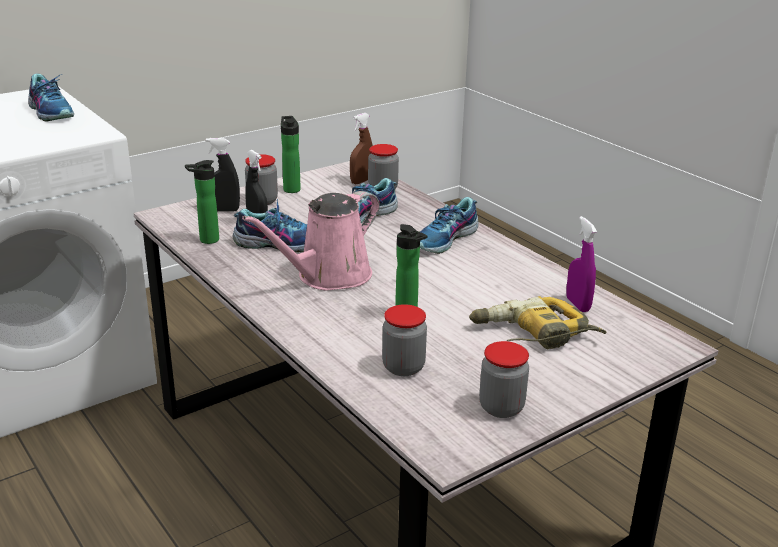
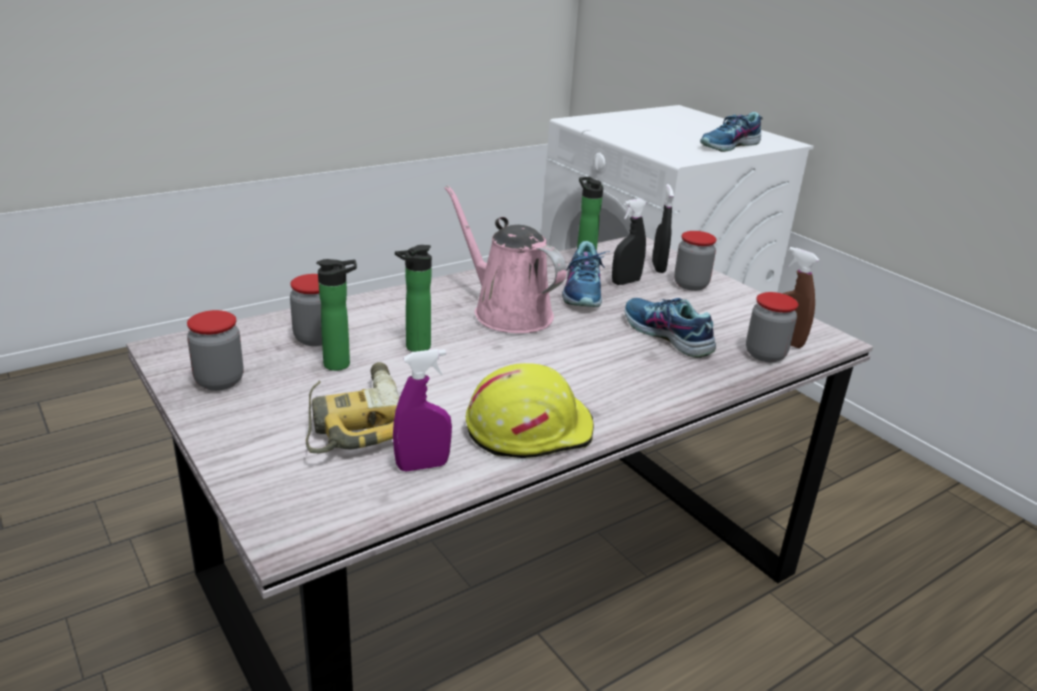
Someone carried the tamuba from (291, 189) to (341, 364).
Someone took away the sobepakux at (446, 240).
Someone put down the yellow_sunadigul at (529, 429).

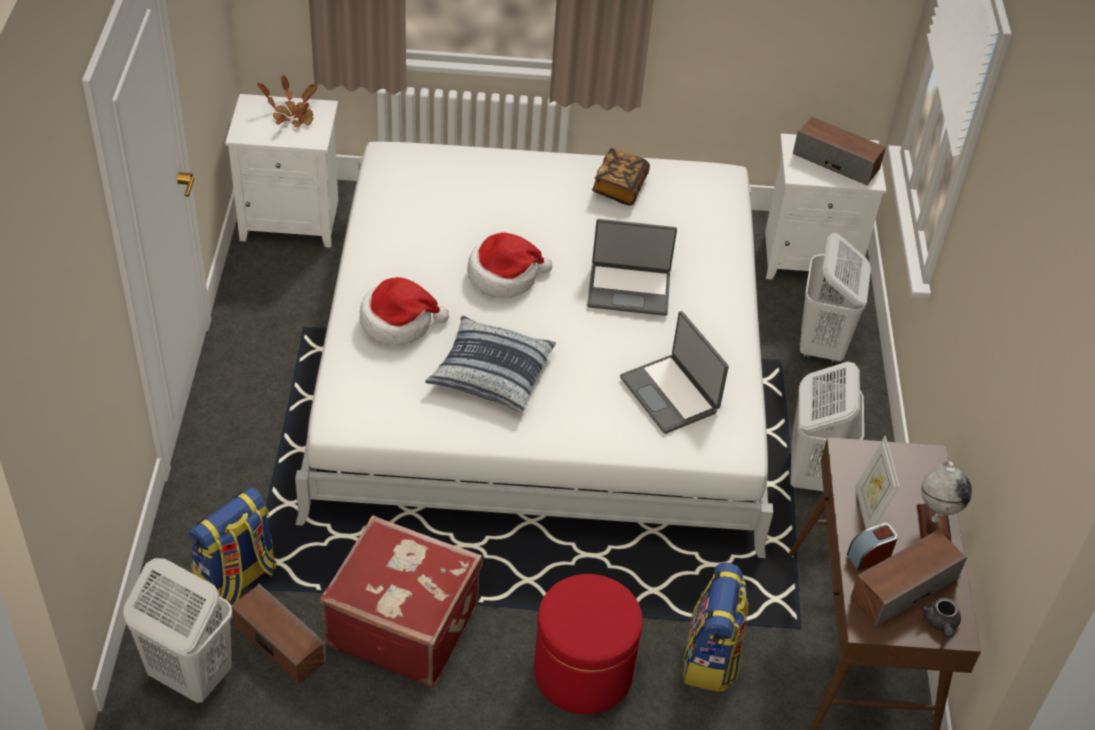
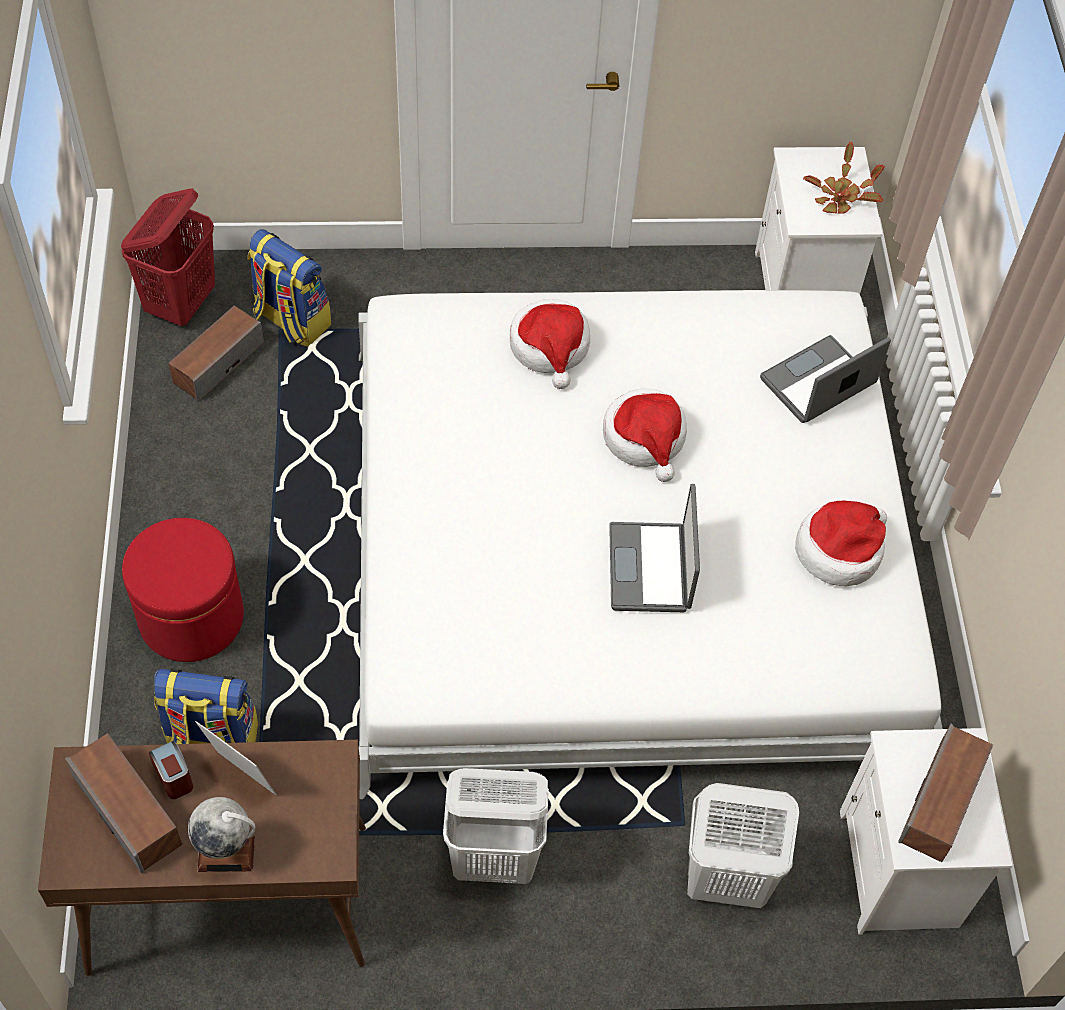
Someone swapped the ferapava at (619, 187) for the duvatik at (839, 550).
Someone carried the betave from (670, 394) to (818, 383).
Someone took away the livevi at (491, 373).
Someone rotated the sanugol at (868, 511) by 45 degrees clockwise.
Someone took away the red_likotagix at (403, 624).
Someone repainted the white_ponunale at (189, 675), which became the red_ponunale at (181, 303).
Someone took away the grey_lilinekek at (940, 624).

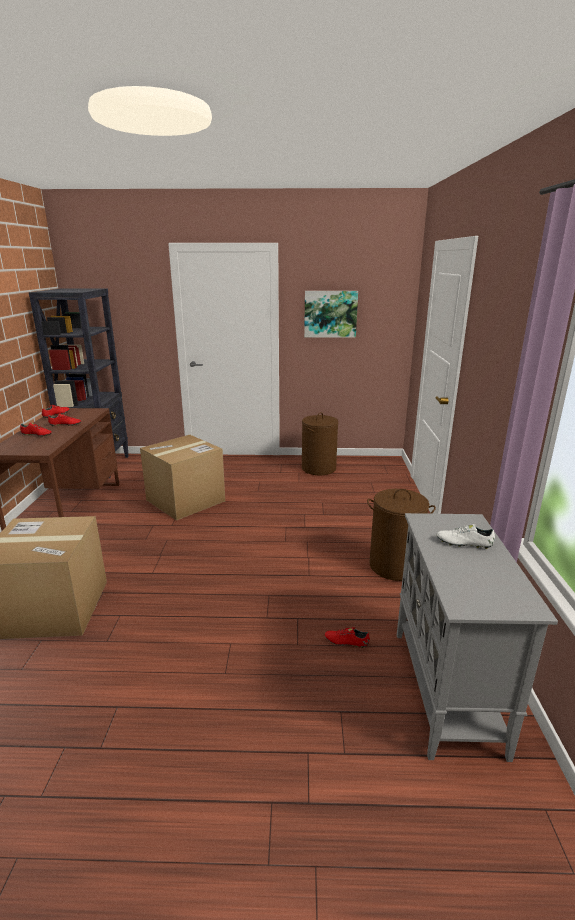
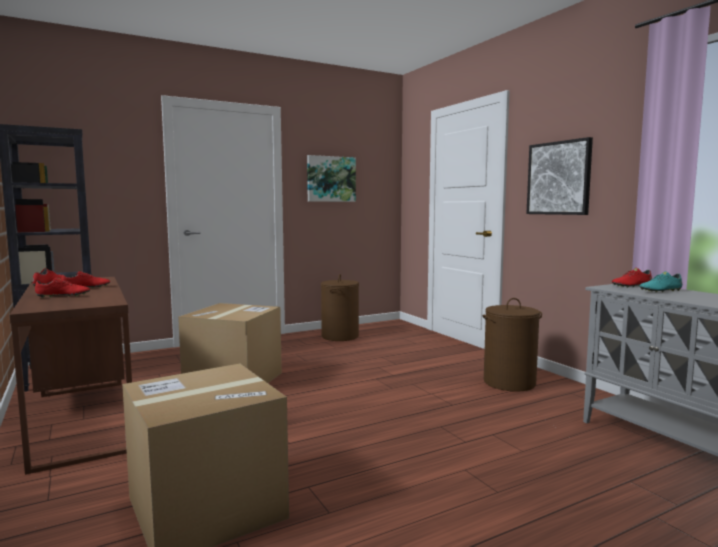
Someone repainted the white_sobepakux at (464, 543), which became the turquoise_sobepakux at (660, 291).
Someone carried the red_sobepakux from (346, 642) to (631, 286).
Someone put up the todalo at (559, 178).

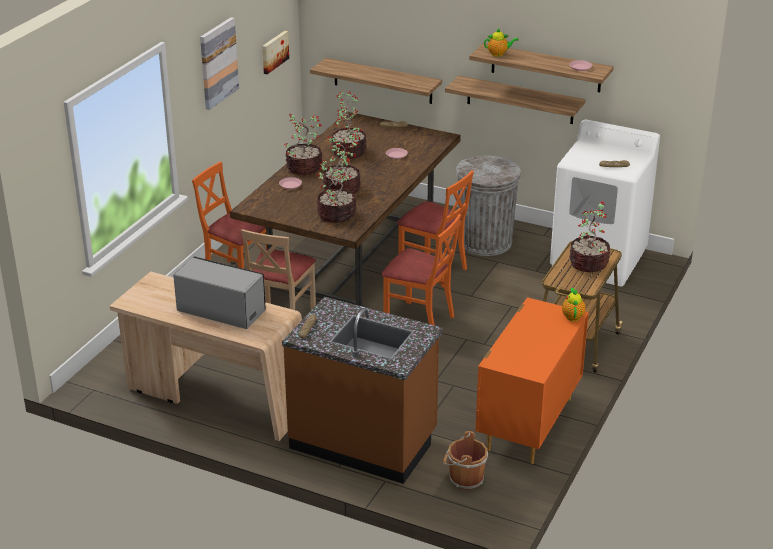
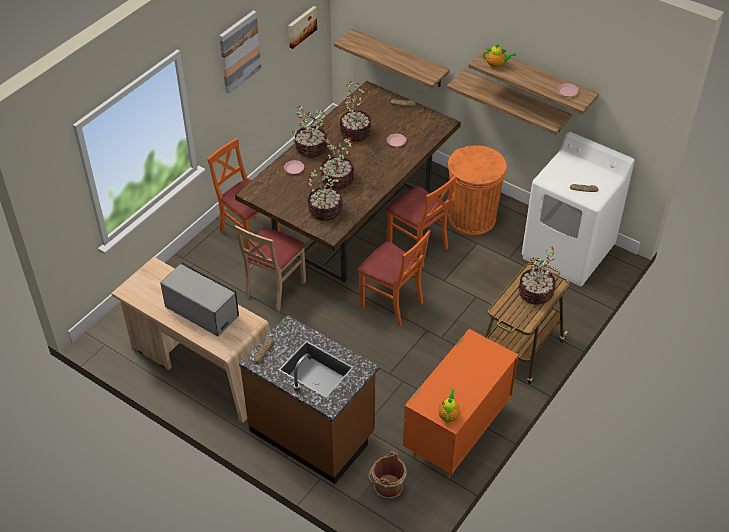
Someone repainted the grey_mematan at (485, 242), which became the orange_mematan at (472, 218).
Someone carried the lilinekek from (572, 316) to (448, 415).

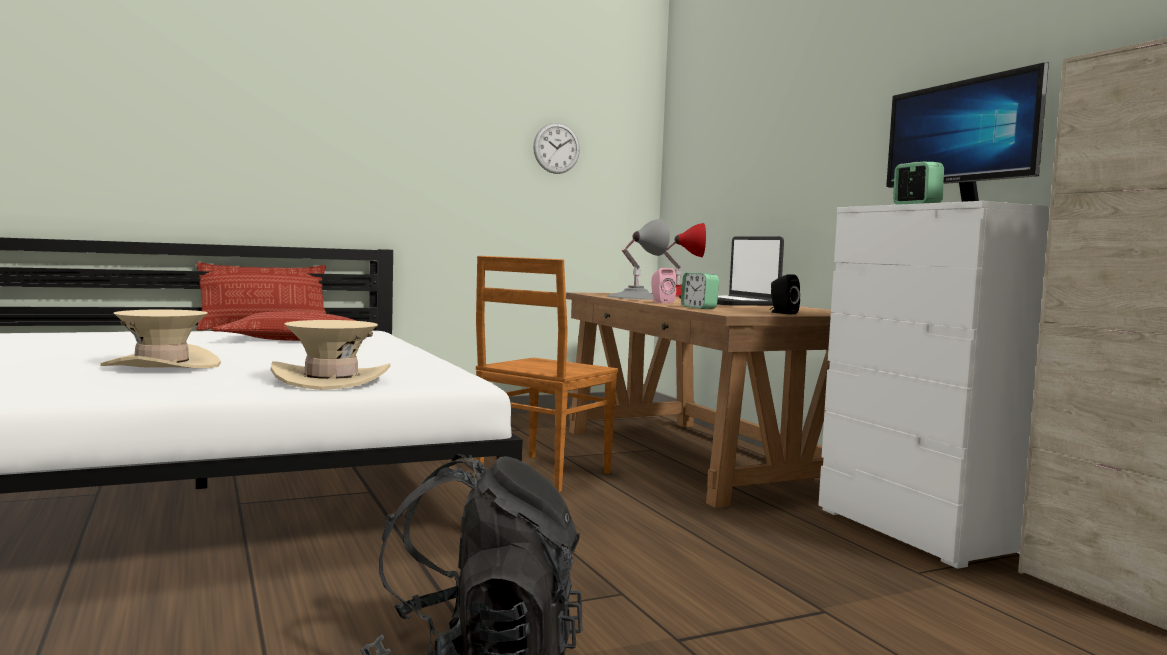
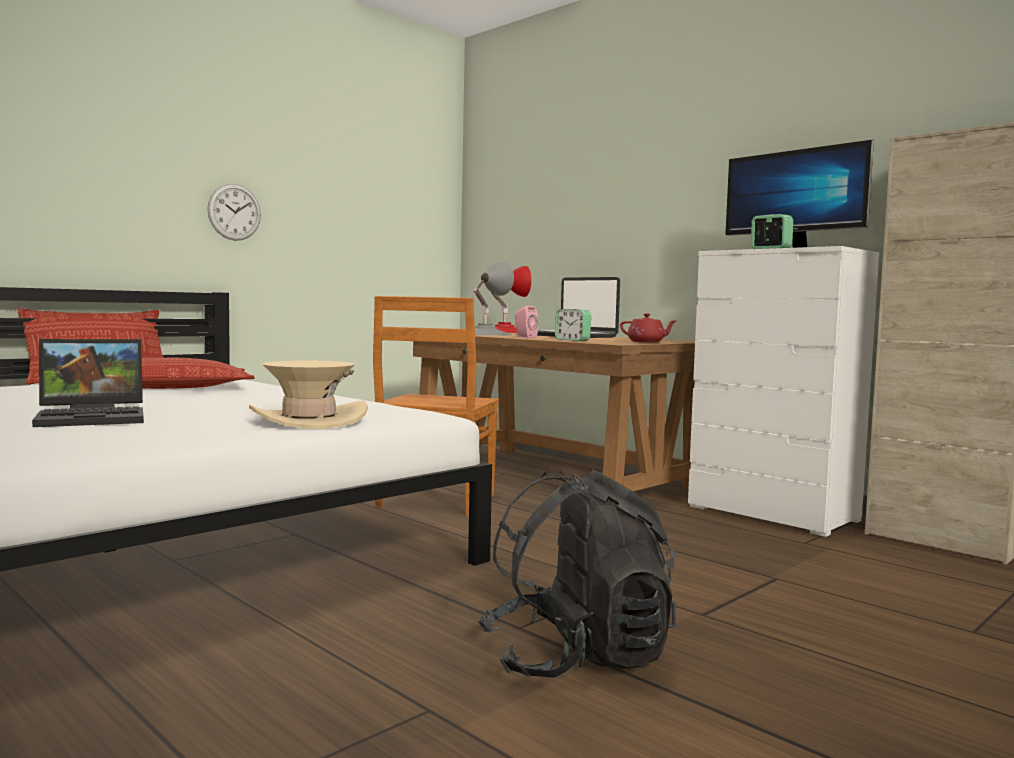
Someone carried the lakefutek from (556, 148) to (234, 212).
Someone swapped the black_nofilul at (782, 313) for the red_lilinekek at (647, 342).
Someone swapped the beige_duvatik at (162, 365) for the betave at (95, 418).

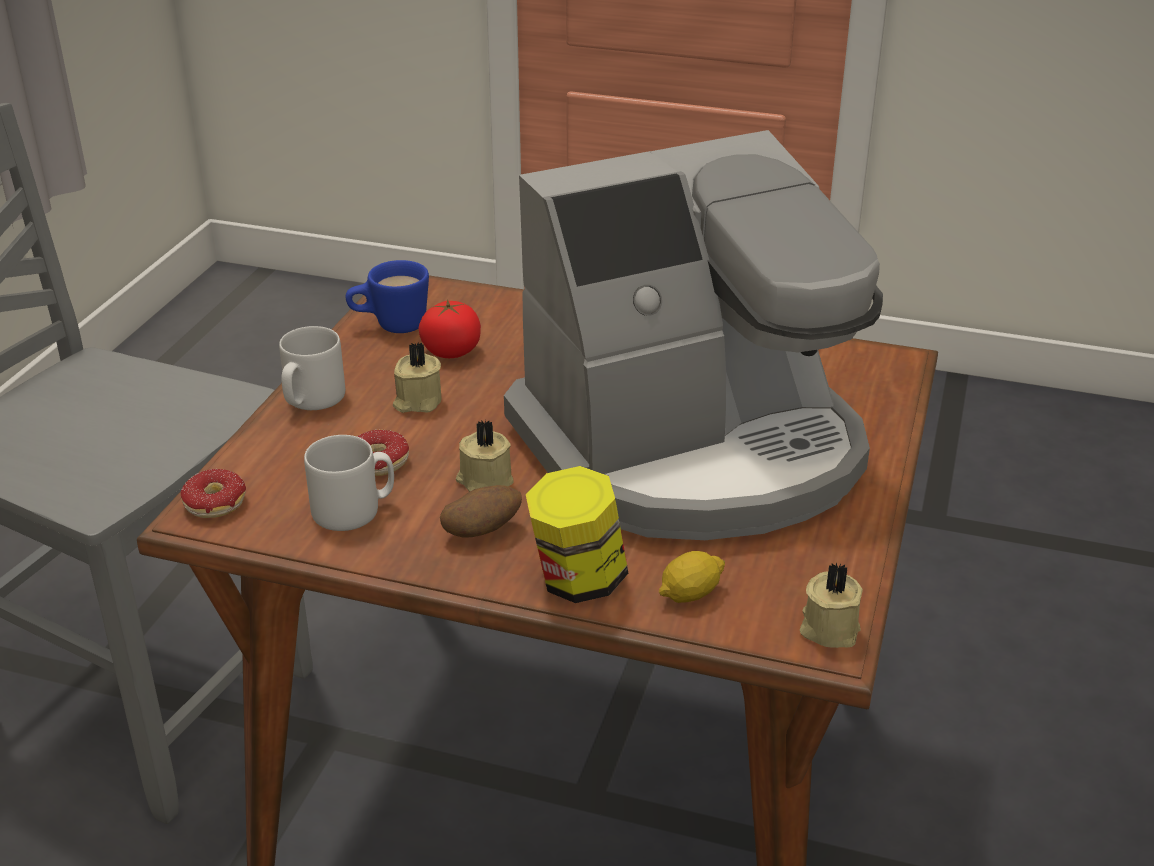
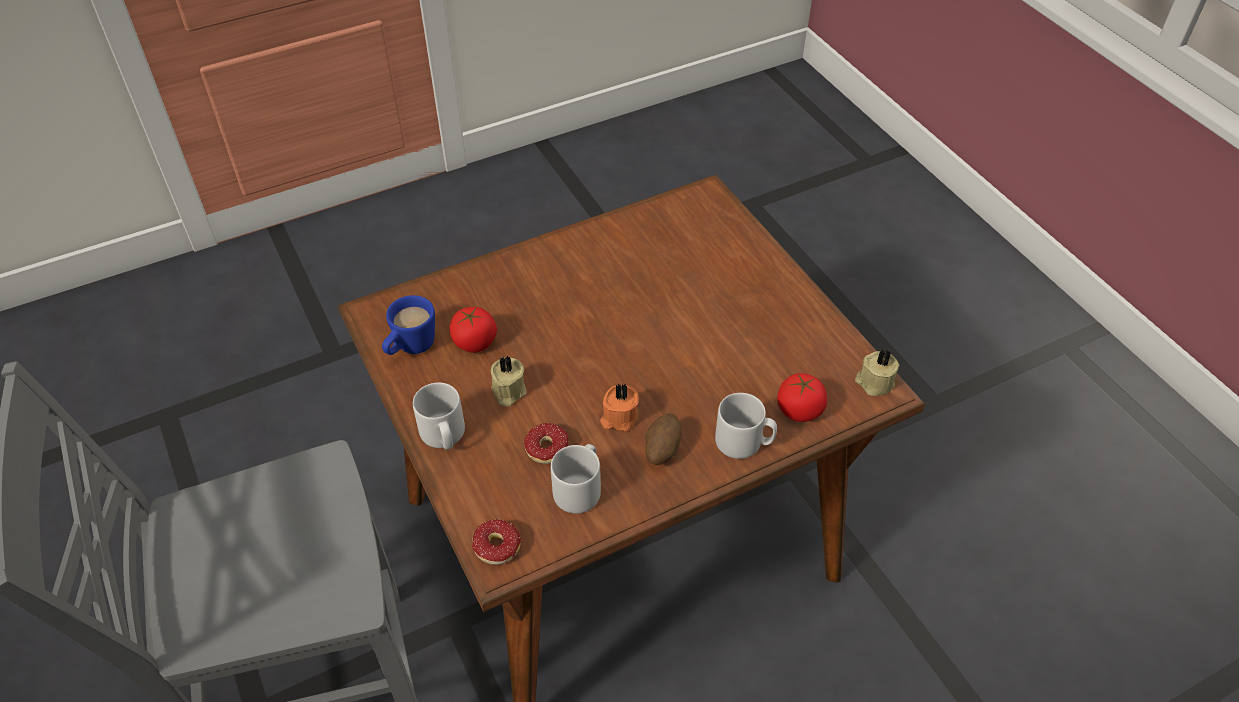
Someone took away the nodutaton at (693, 450).
Someone repainted the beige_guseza at (484, 481), which became the orange_guseza at (618, 418).
Someone swapped the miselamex at (577, 581) for the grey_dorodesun at (744, 442).
Someone swapped the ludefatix at (690, 594) for the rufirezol at (799, 410).

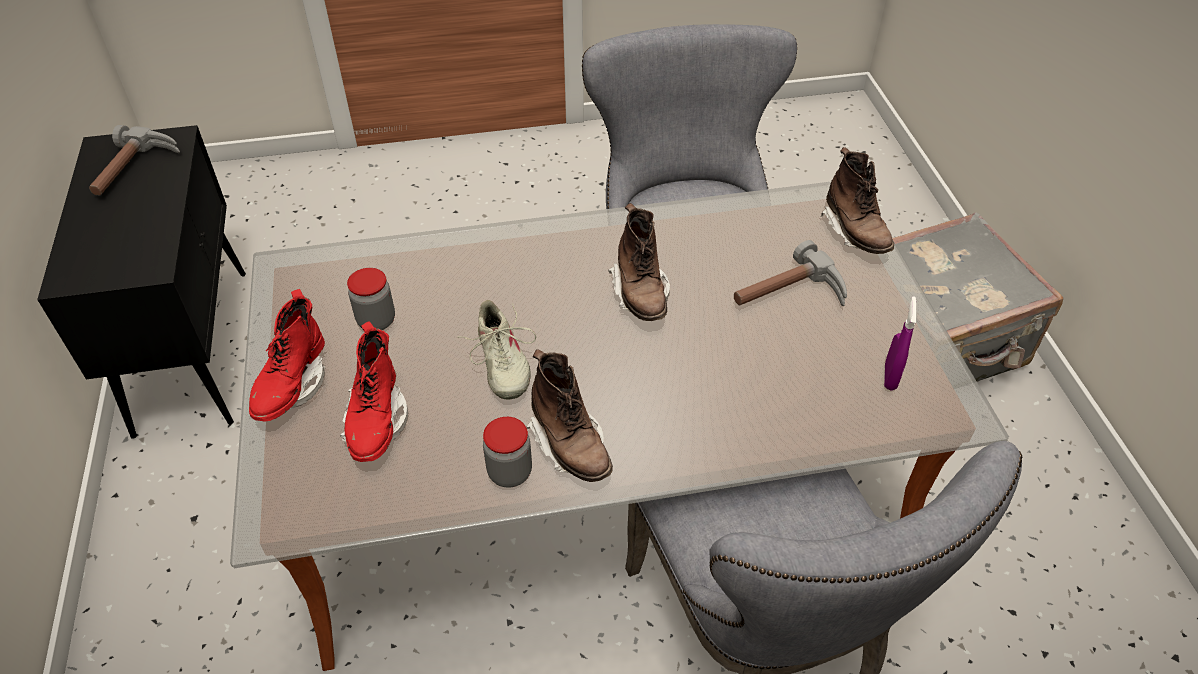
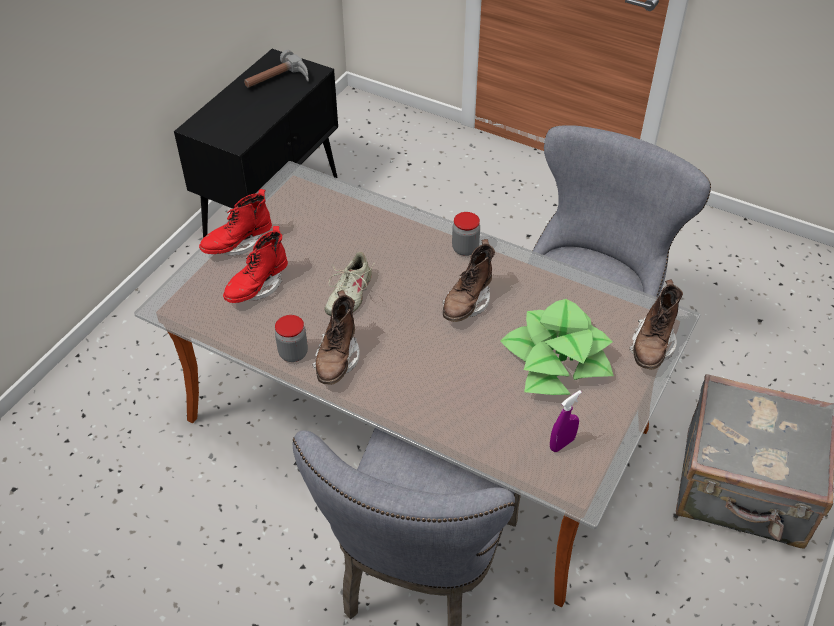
Someone swapped the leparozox at (789, 297) for the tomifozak at (556, 359).
Someone carried the miselamex from (376, 321) to (465, 249).

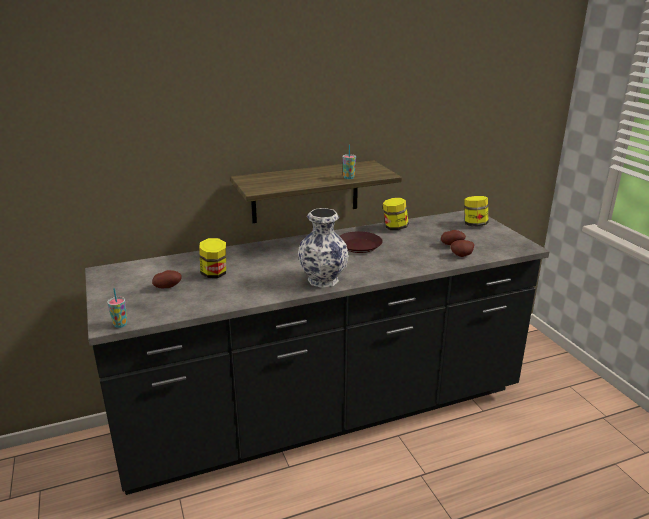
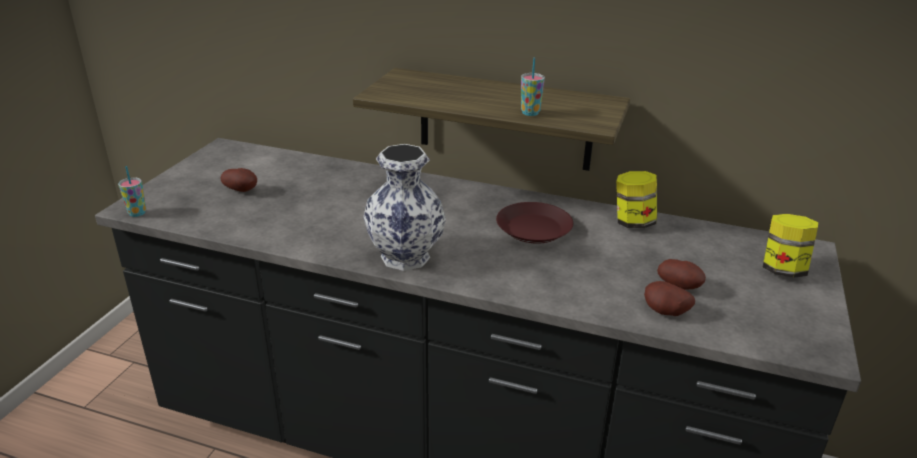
Someone took away the miselamex at (214, 274).

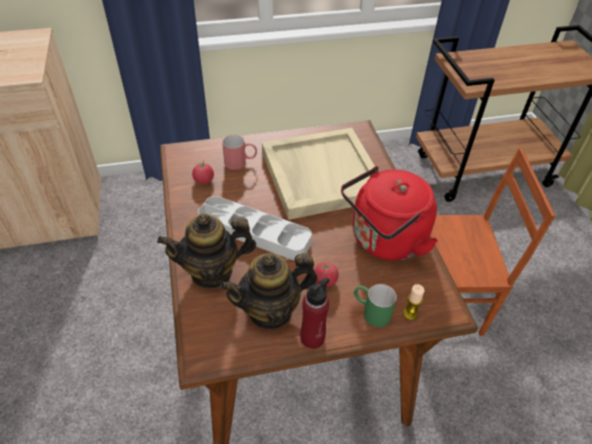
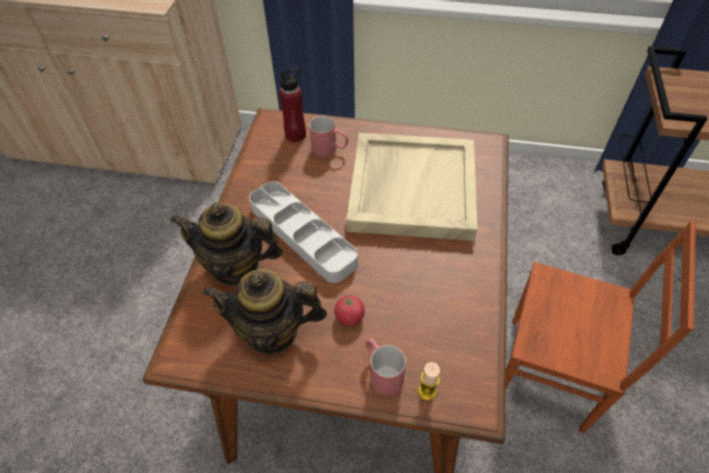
Someone took away the rufirezol at (204, 180).
Someone took away the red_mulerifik at (384, 241).
Someone carried the red_tamuba from (312, 338) to (295, 135).
Someone repainted the green_dorodesun at (370, 311), which became the red_dorodesun at (381, 372).

